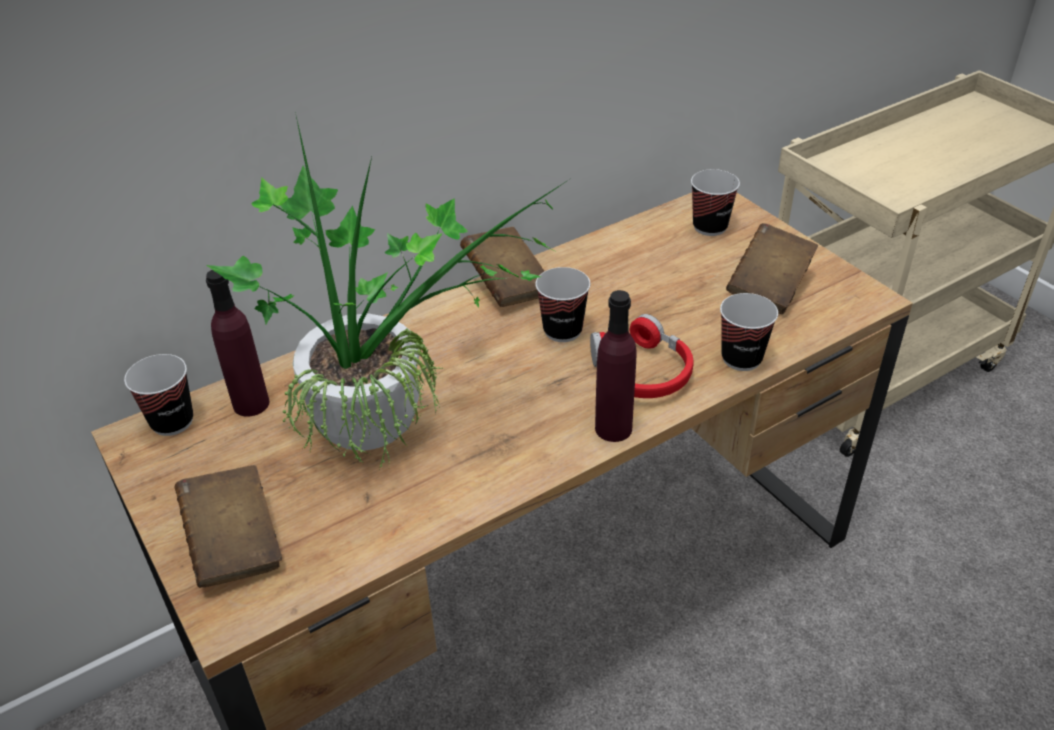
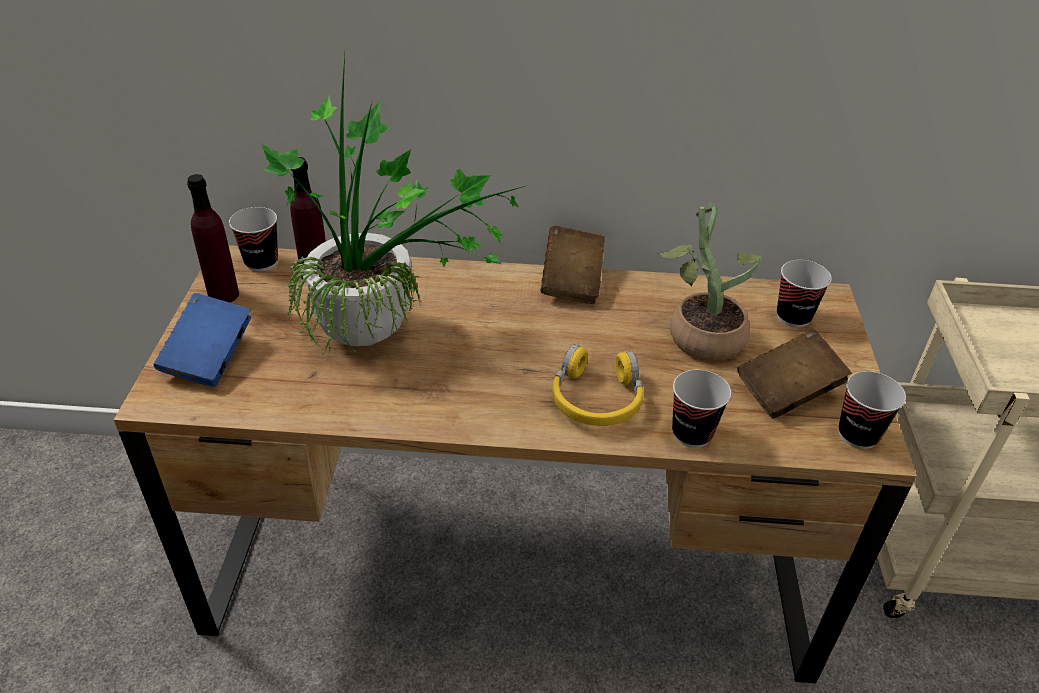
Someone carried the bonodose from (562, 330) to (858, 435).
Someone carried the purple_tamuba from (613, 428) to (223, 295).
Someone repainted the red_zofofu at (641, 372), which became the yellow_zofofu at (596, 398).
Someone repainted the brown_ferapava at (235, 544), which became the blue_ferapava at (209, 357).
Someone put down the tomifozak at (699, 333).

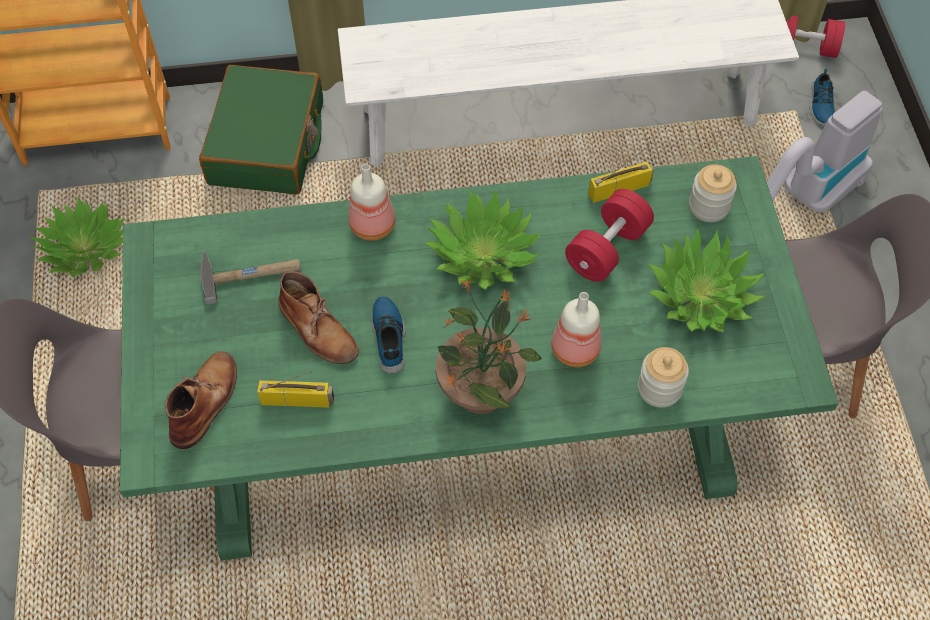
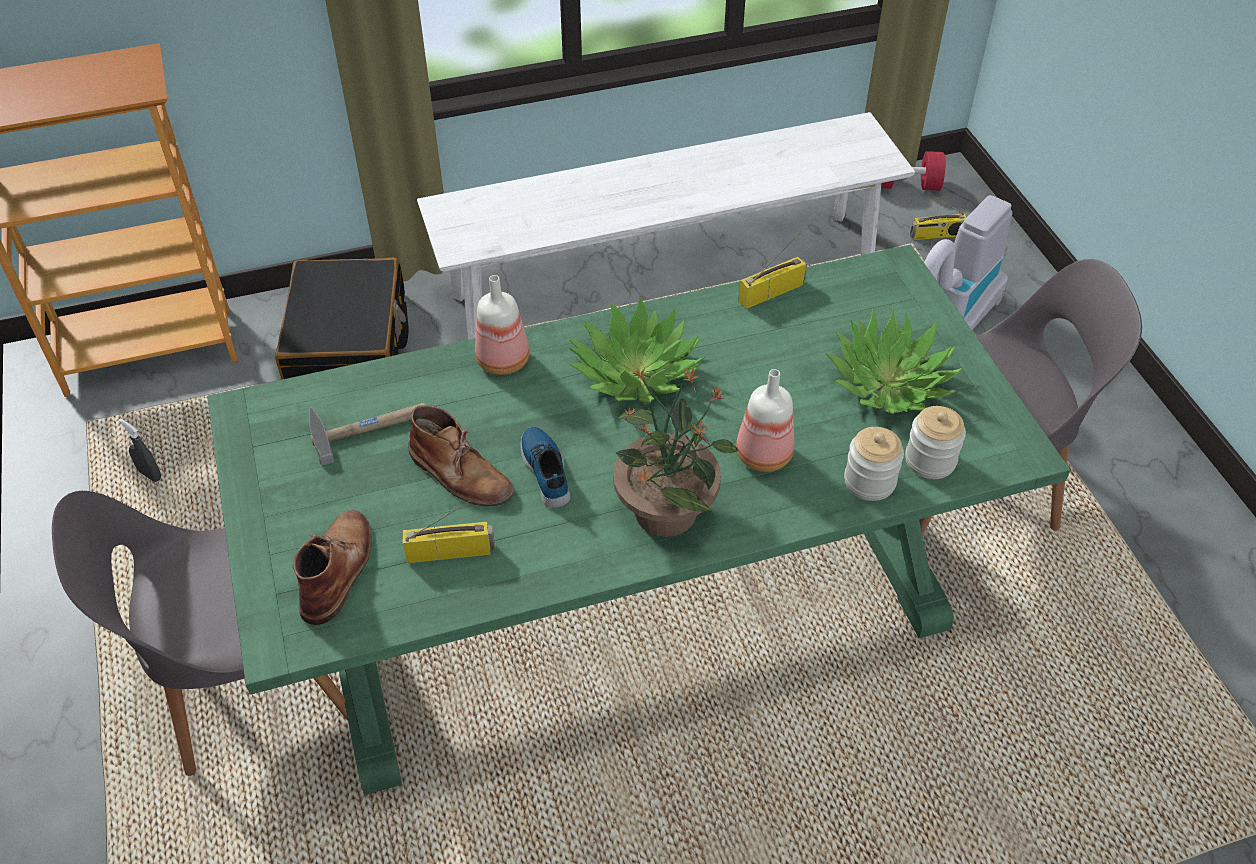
Someone repainted the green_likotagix at (267, 144), which became the black_likotagix at (348, 341).
Someone swapped the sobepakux at (821, 105) for the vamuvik at (936, 235).
Someone carried the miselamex from (709, 206) to (930, 460).
Someone took away the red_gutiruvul at (607, 249).
Someone swapped the tomifozak at (85, 249) for the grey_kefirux at (150, 474).

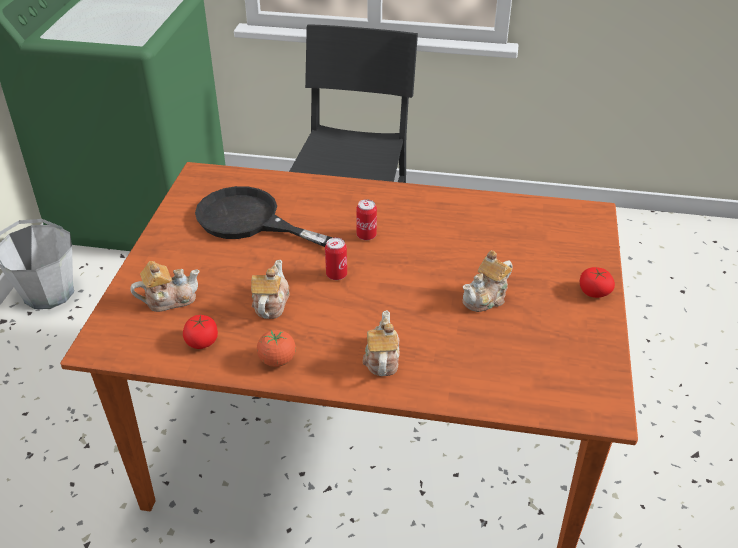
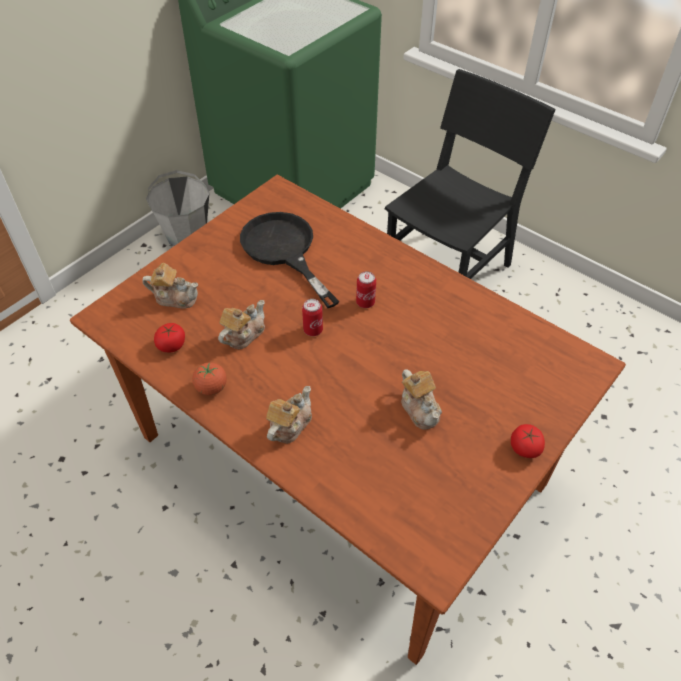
Someone rotated the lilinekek at (486, 298) by 105 degrees counterclockwise.

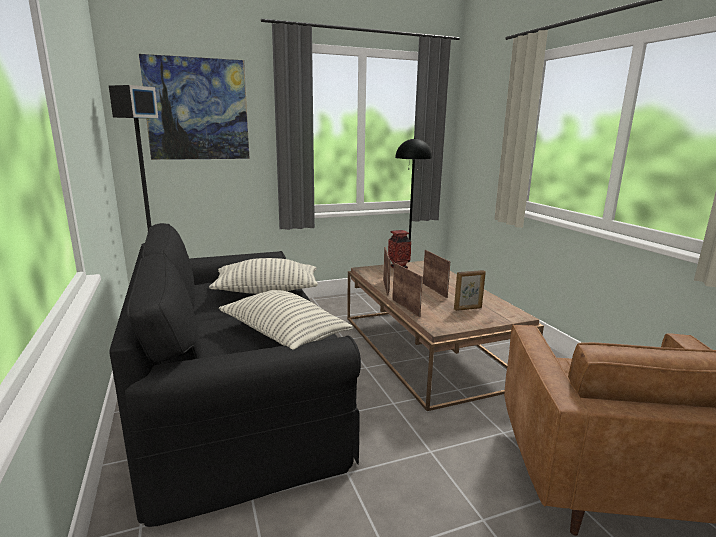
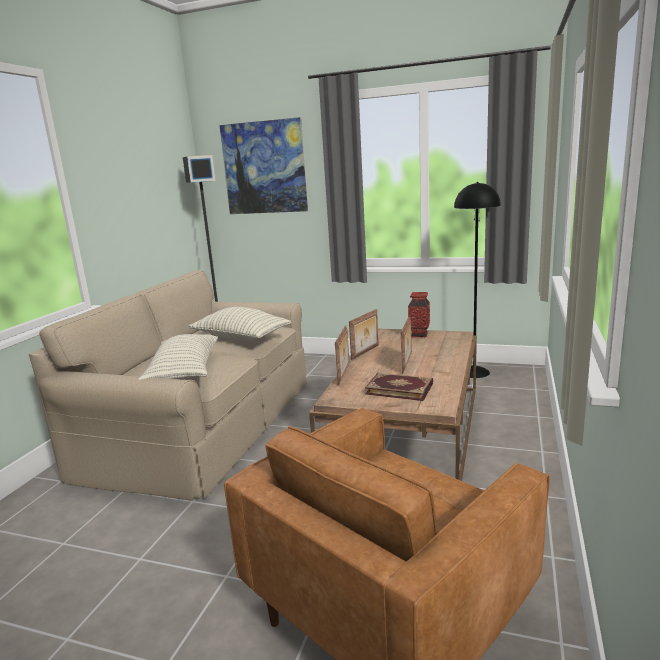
Someone repainted the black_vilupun at (237, 396), which became the beige_vilupun at (204, 423).
Someone swapped the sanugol at (468, 309) for the ferapava at (399, 388).

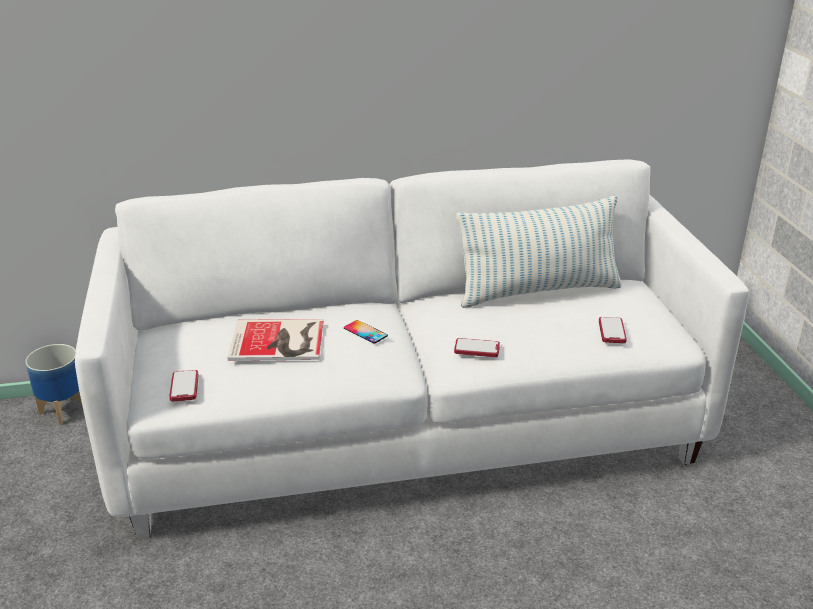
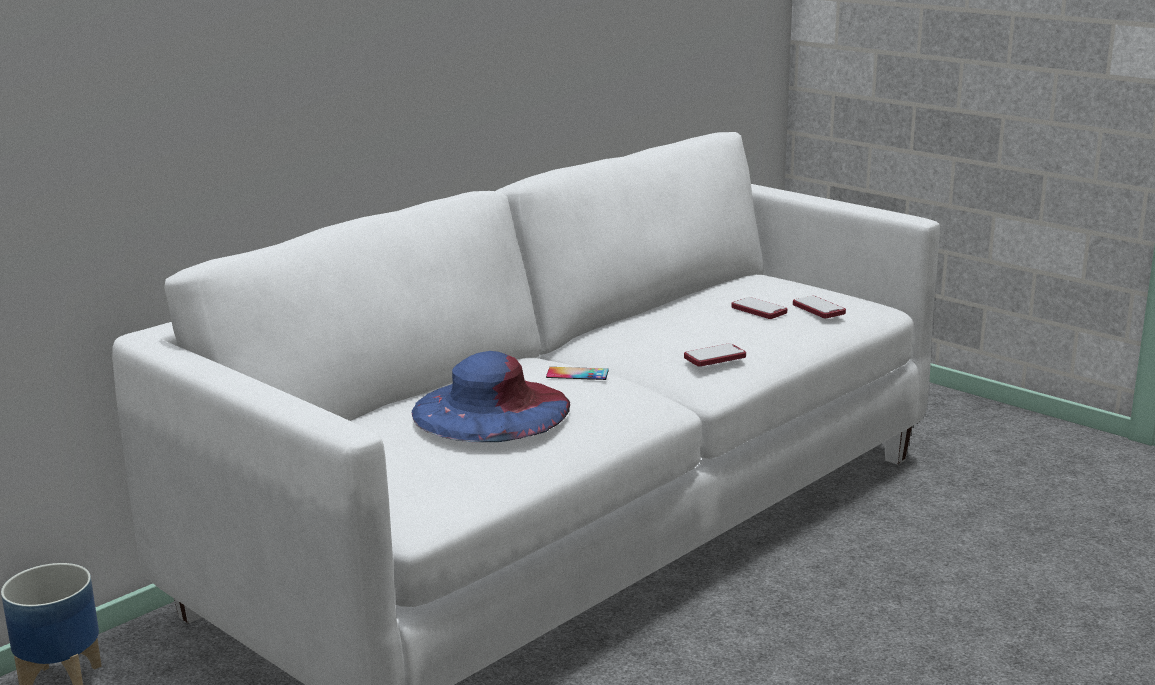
Someone took away the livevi at (538, 291).
Someone swapped the ferapava at (279, 341) for the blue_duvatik at (491, 409).
Someone carried the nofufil from (184, 387) to (759, 310).

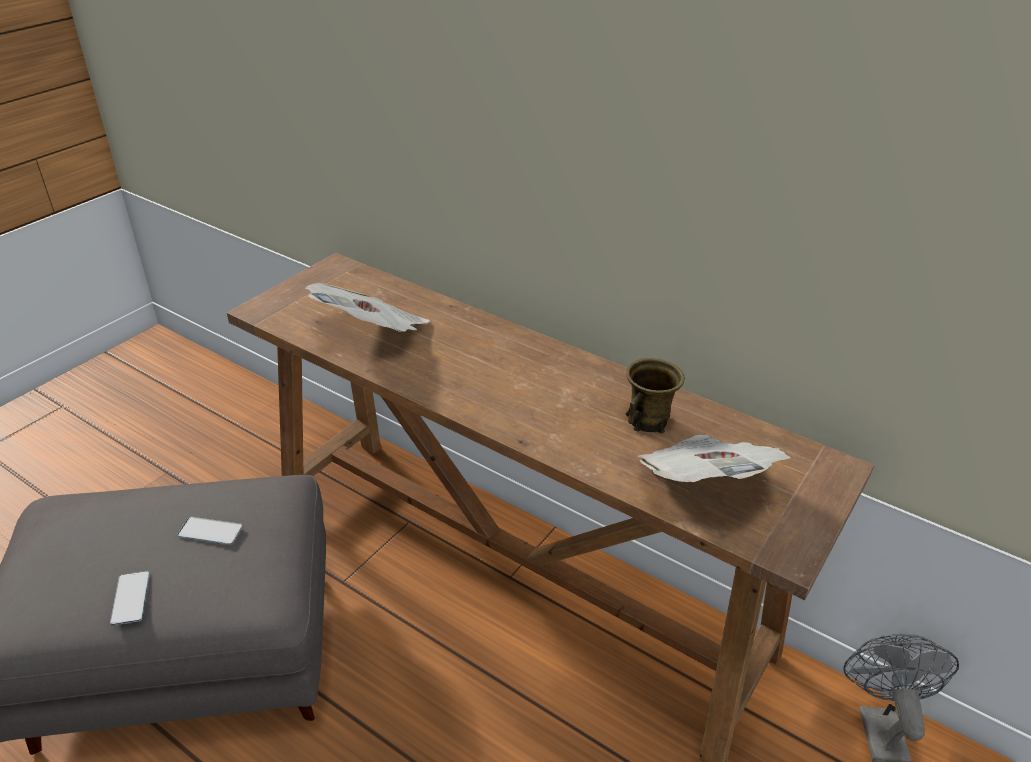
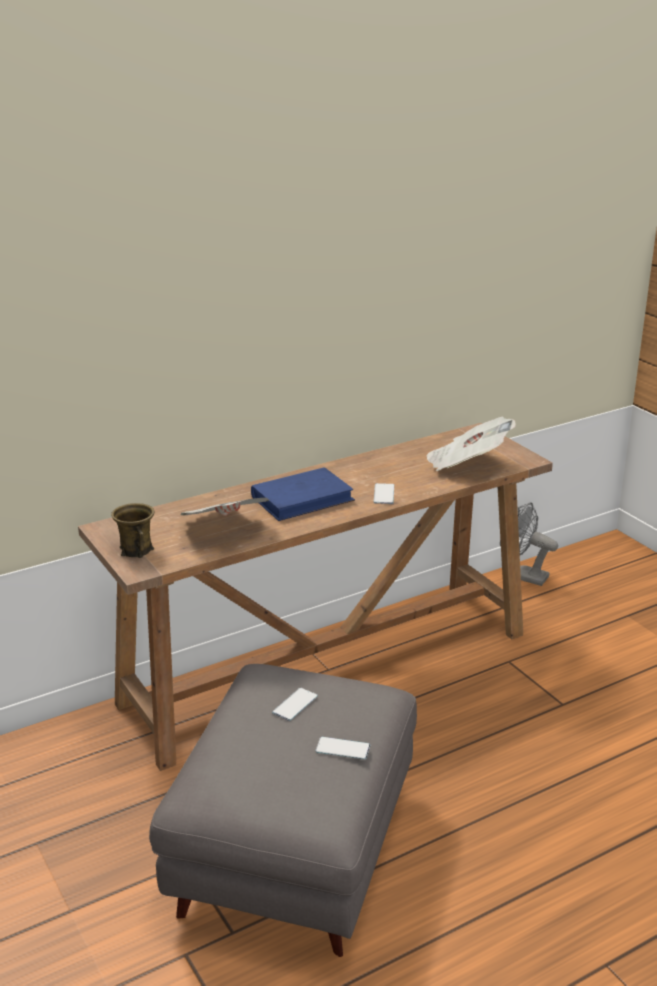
Someone carried the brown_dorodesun from (649, 420) to (136, 550).
Someone put down the blue_ferapava at (302, 499).
Someone put down the nofufil at (384, 494).

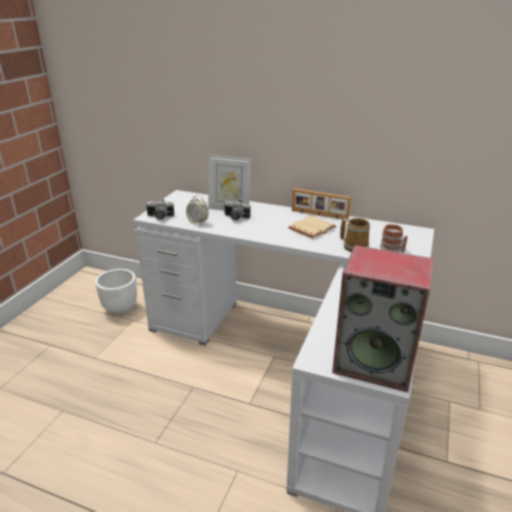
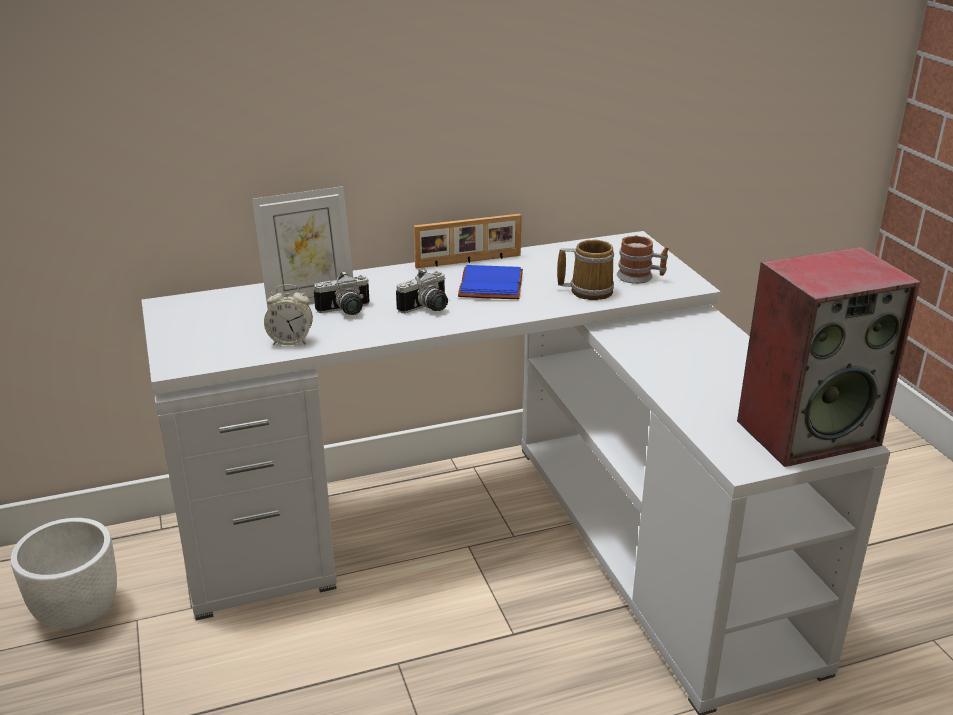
Someone carried the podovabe from (159, 217) to (427, 308).
Someone repainted the beige_ferapava at (311, 228), which became the blue_ferapava at (489, 284).

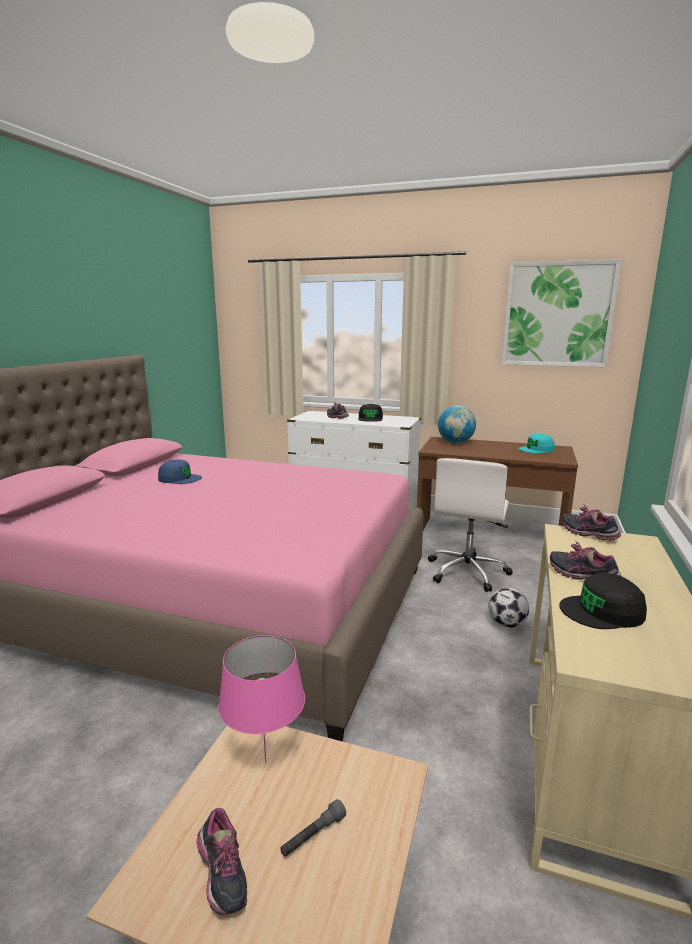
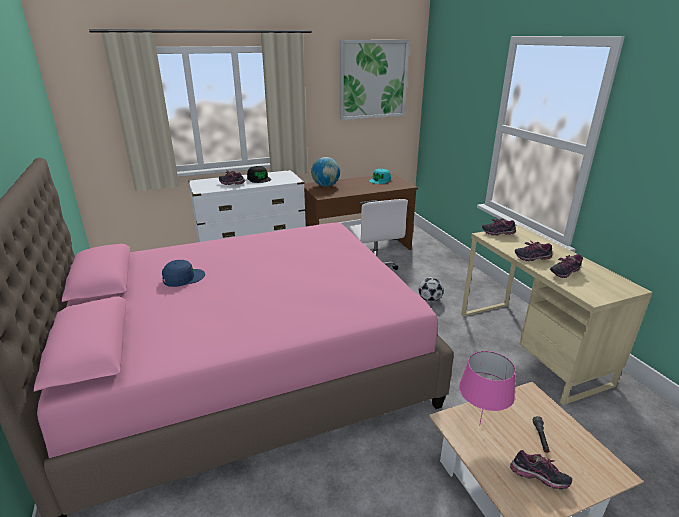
Someone swapped the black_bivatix at (602, 611) for the sobepakux at (564, 273).

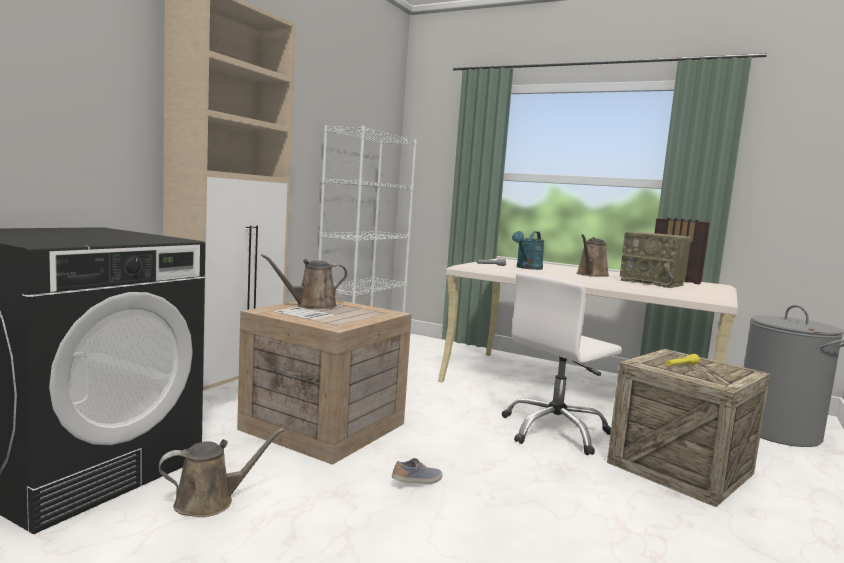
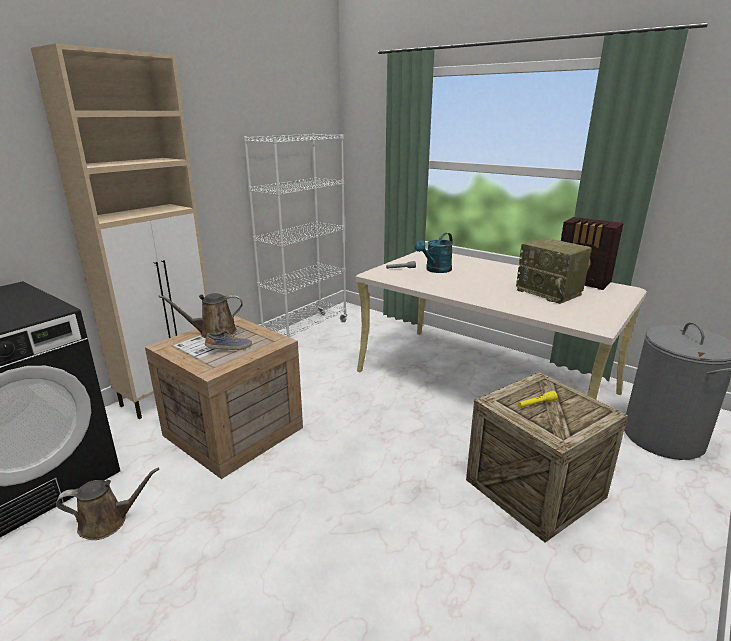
Someone took away the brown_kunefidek at (591, 275).
Someone took away the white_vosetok at (555, 431).
Someone carried the sobepakux from (417, 482) to (229, 348).

